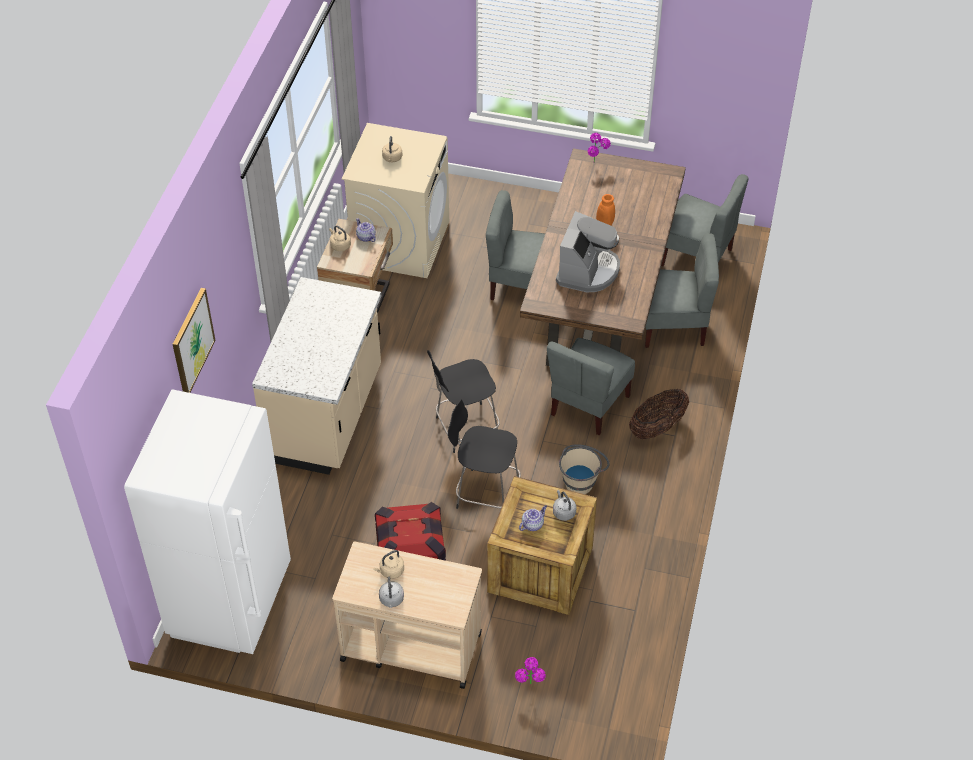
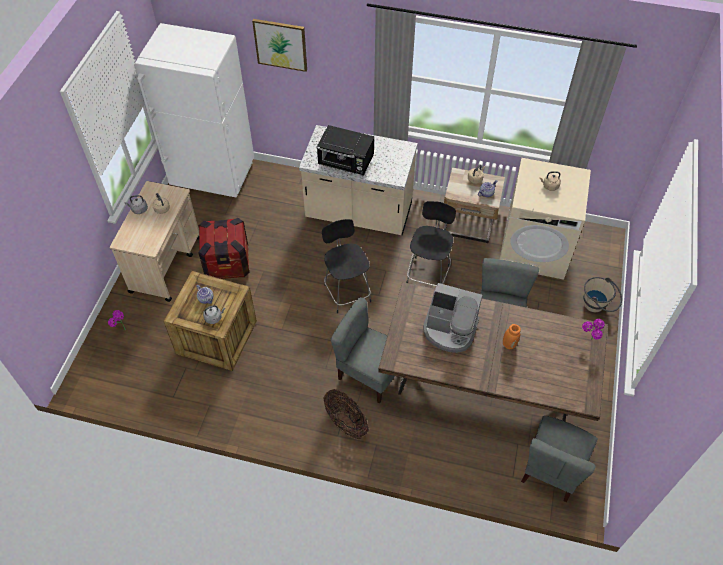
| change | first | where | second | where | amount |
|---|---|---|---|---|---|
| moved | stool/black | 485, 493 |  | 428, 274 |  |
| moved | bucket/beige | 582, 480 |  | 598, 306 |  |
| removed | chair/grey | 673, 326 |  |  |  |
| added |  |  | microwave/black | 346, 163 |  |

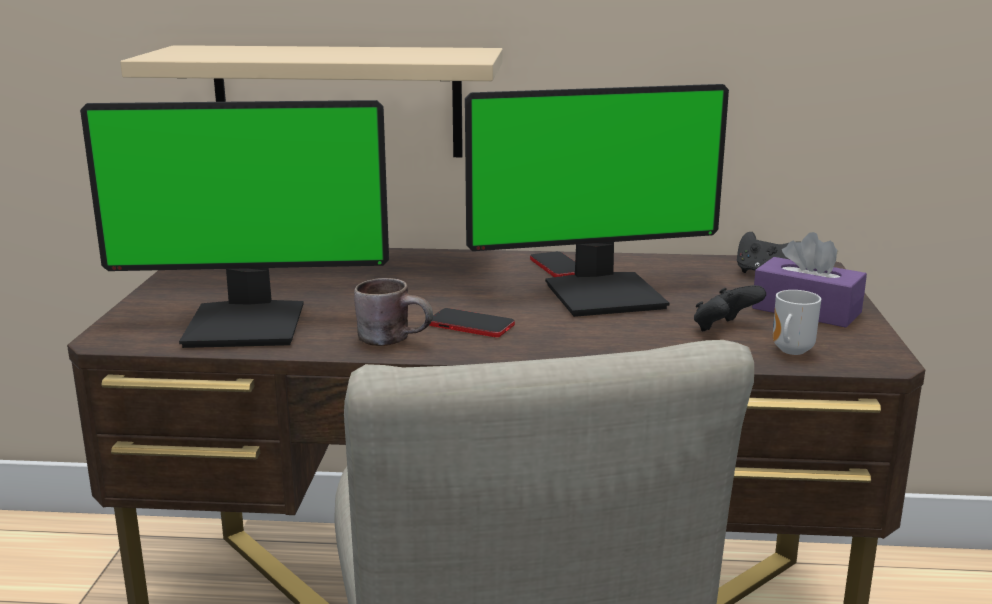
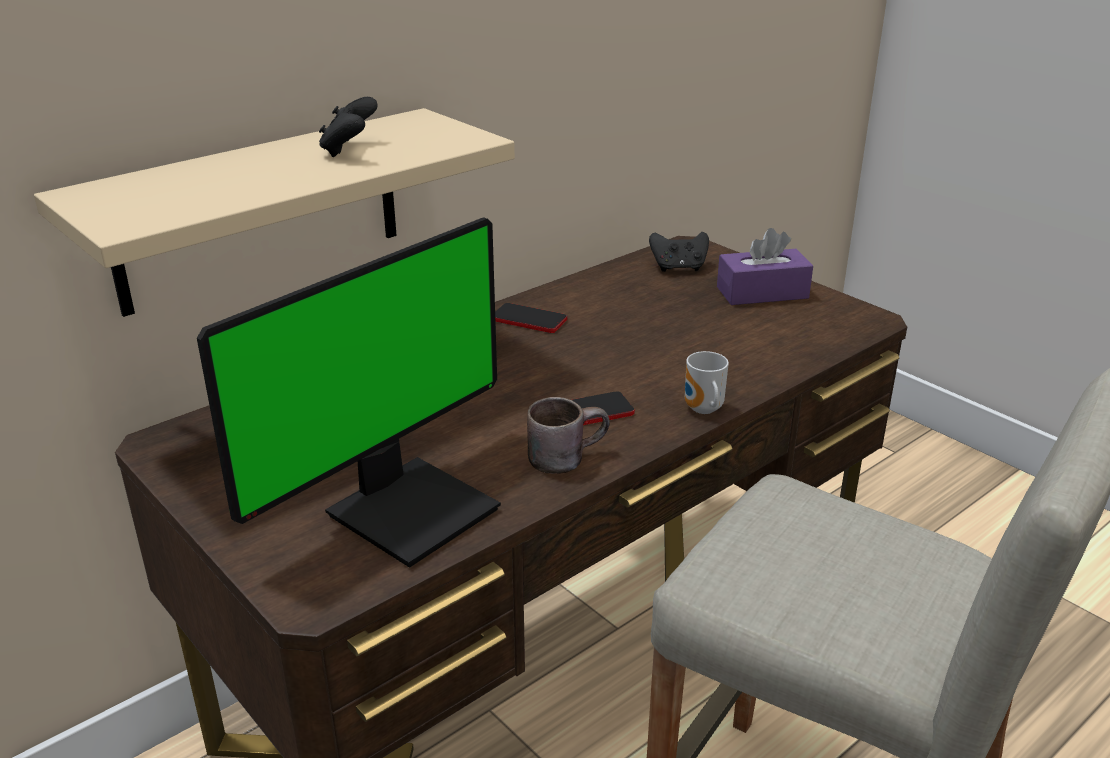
| change | first | where | second | where | amount |
|---|---|---|---|---|---|
| removed | monitor | 604, 294 |  |  |  |
| moved | game controller/black | 724, 329 |  | 349, 150 |  |
| moved | mug | 789, 351 |  | 702, 410 |  |

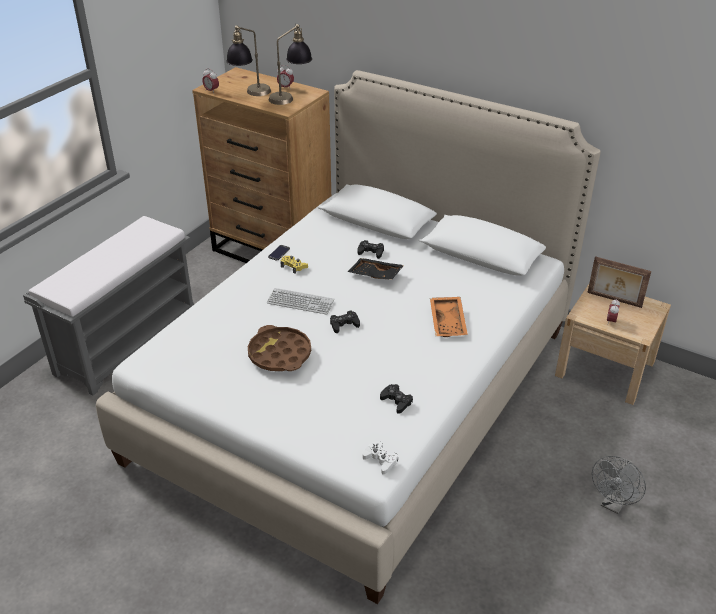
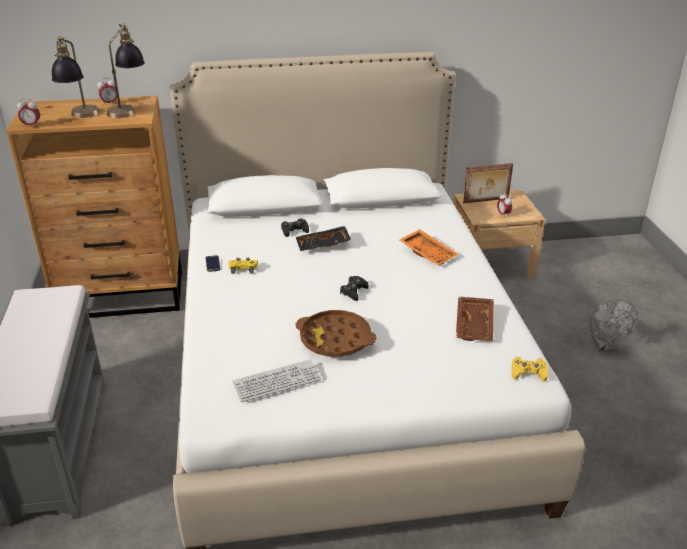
| change | first | where | second | where | amount |
|---|---|---|---|---|---|
| moved | keyboard | 300, 302 |  | 277, 382 |  |
| recoloured | game controller/white | 380, 460 | game controller/yellow | 528, 373 |  |
| replaced | game controller/black | 396, 401 | tray/brown | 475, 325 |  |

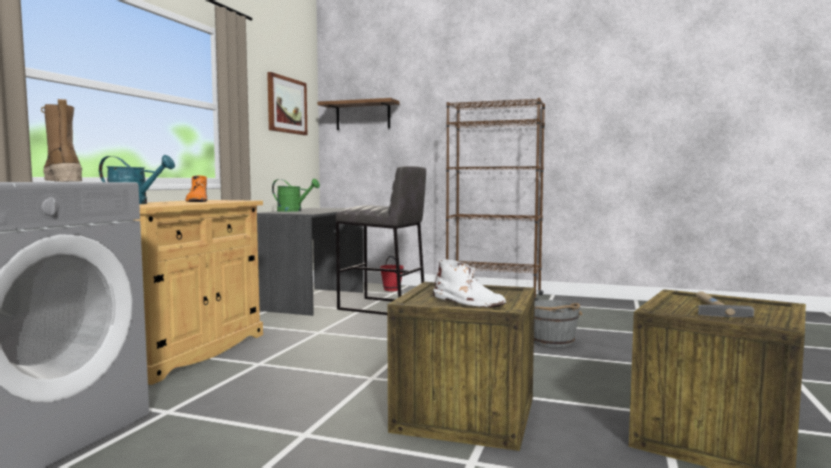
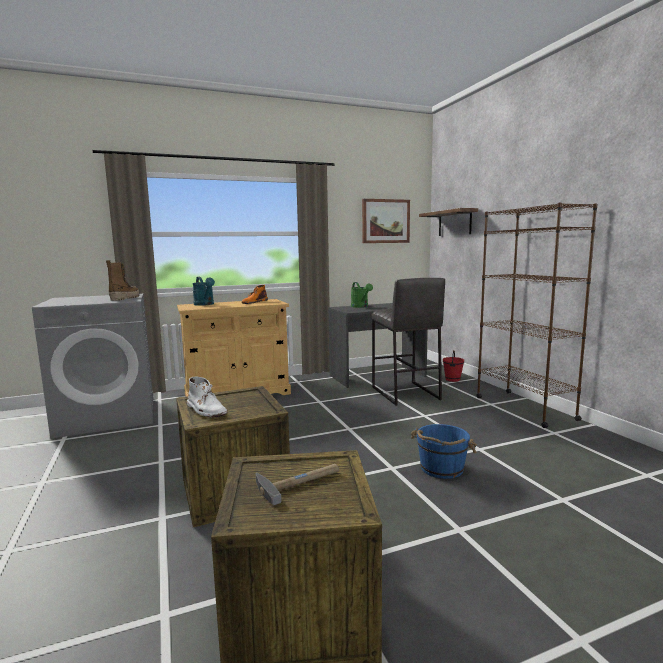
| change | first | where | second | where | amount |
|---|---|---|---|---|---|
| turned | boot/white | 468, 301 |  | 206, 409 | 45 degrees counterclockwise |
| recoloured | bucket/grey | 552, 341 | bucket/blue | 441, 469 |  |

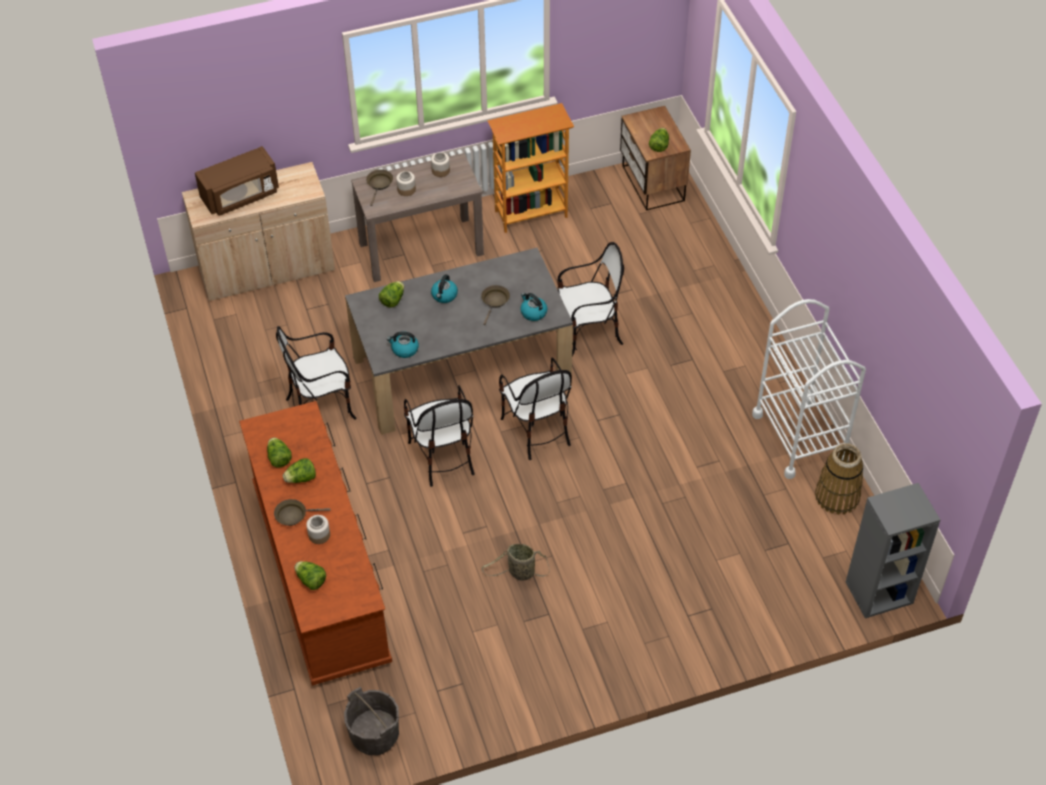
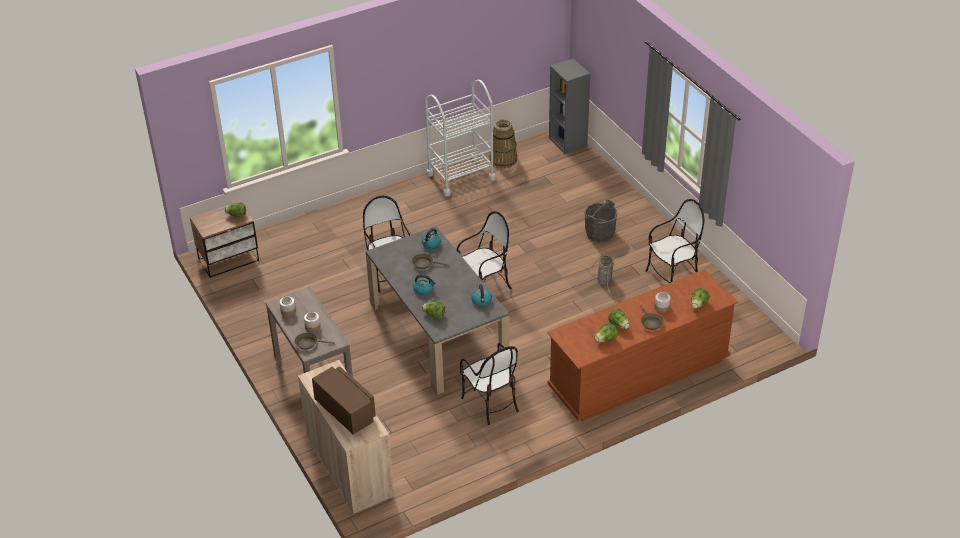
| change | first | where | second | where | amount |
|---|---|---|---|---|---|
| moved | bucket/grey | 375, 735 |  | 599, 233 |  |
| moved | chair | 442, 456 |  | 672, 275 |  |
| removed | bookcase | 531, 213 |  |  |  |

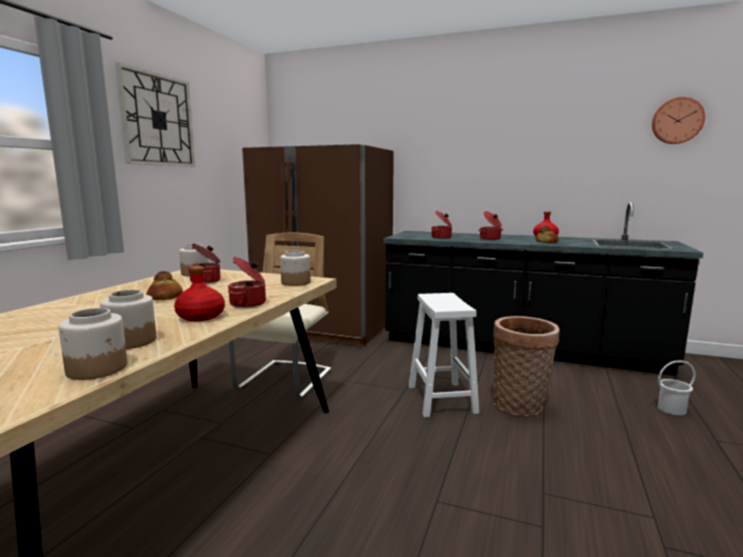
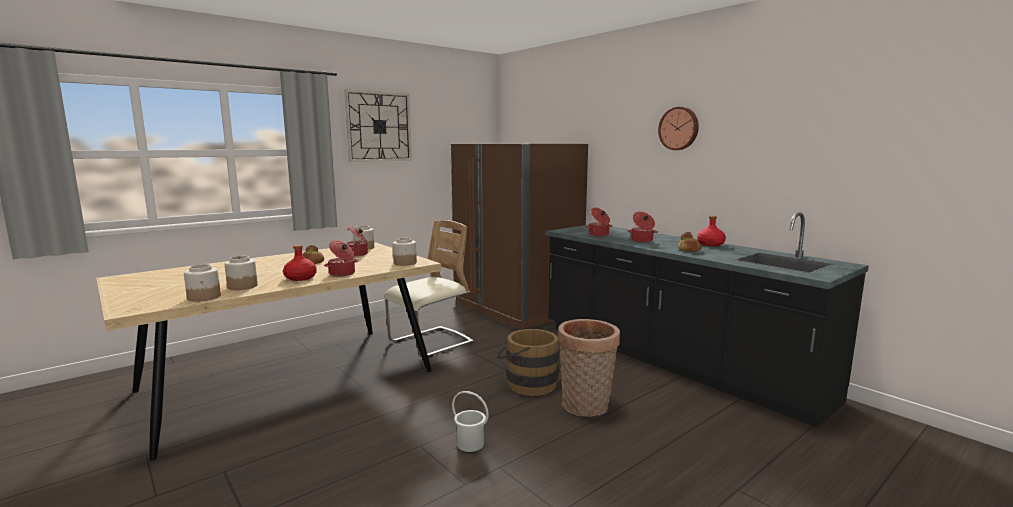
| change | first | where | second | where | amount |
|---|---|---|---|---|---|
| replaced | stool/white | 441, 398 | bucket/brown | 527, 383 |  |
| moved | wall clock | 677, 121 |  | 679, 128 |  |
| moved | bucket/white | 671, 409 |  | 470, 443 |  |

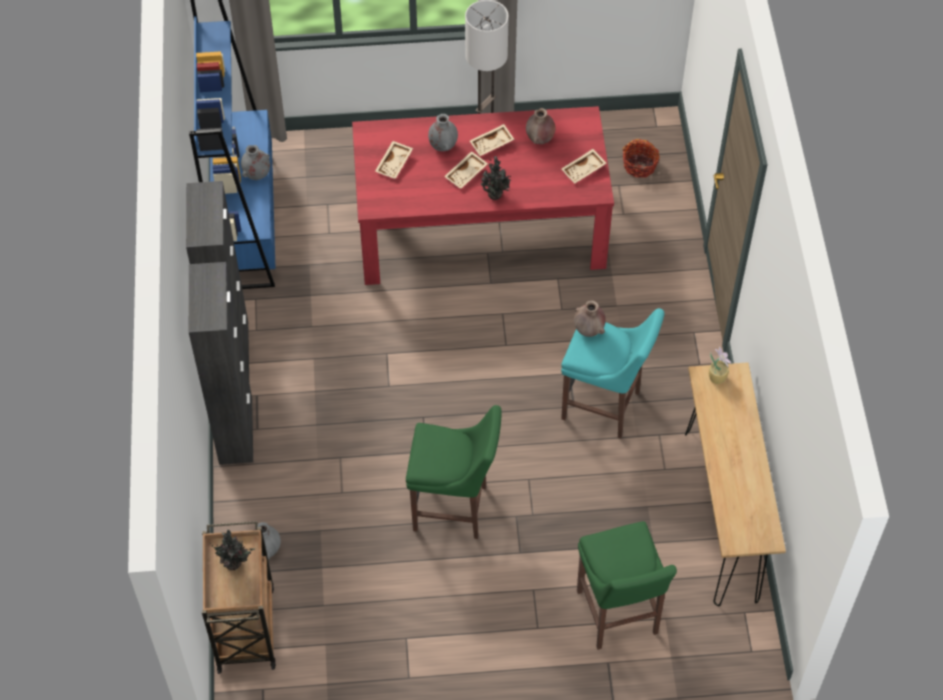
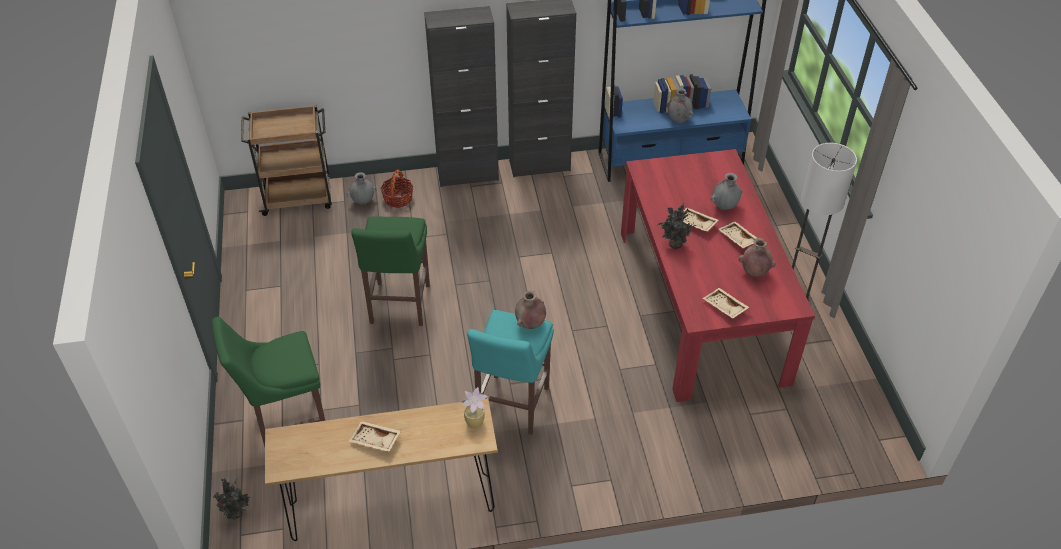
| change | first | where | second | where | amount |
|---|---|---|---|---|---|
| moved | potted plant | 235, 563 |  | 236, 514 |  |
| moved | tray/beige | 395, 164 |  | 375, 441 |  |
| moved | basket | 639, 166 |  | 398, 198 |  |

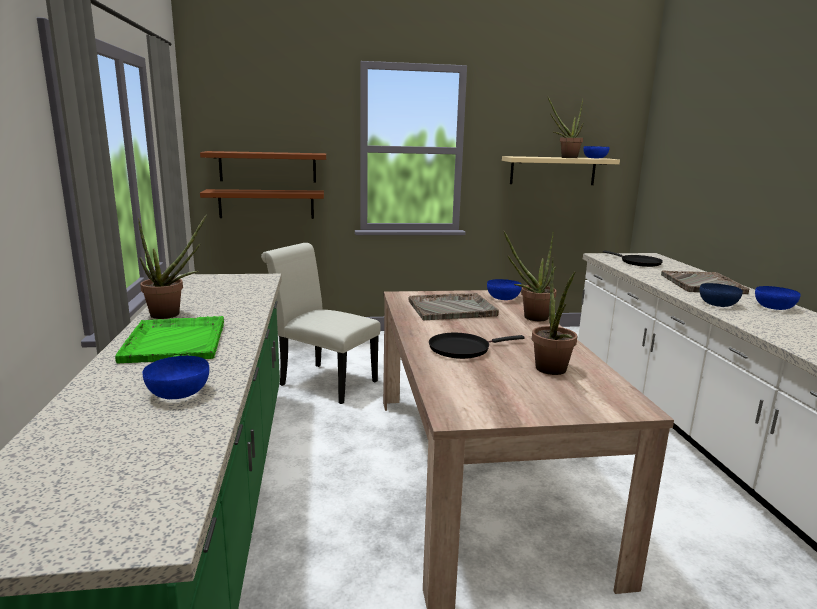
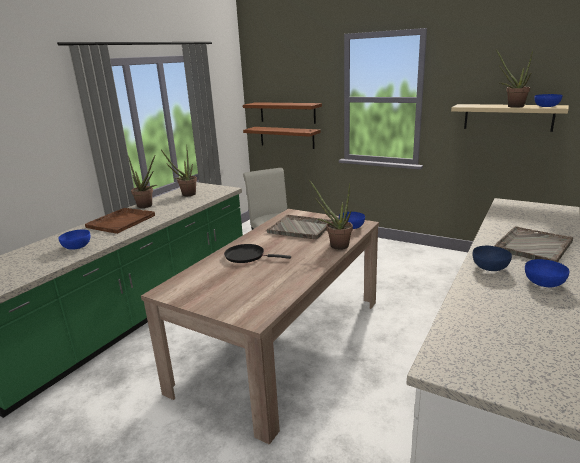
| change | first | where | second | where | amount |
|---|---|---|---|---|---|
| recoloured | tray/green | 175, 341 | tray/brown | 122, 221 |  |
| moved | potted plant | 552, 372 |  | 186, 195 |  |
| removed | frying pan/black | 638, 262 |  |  |  |

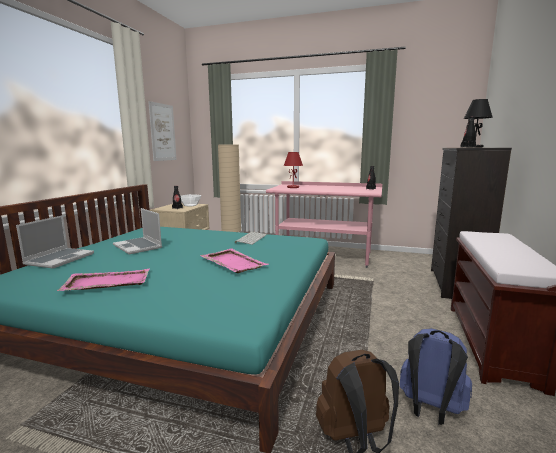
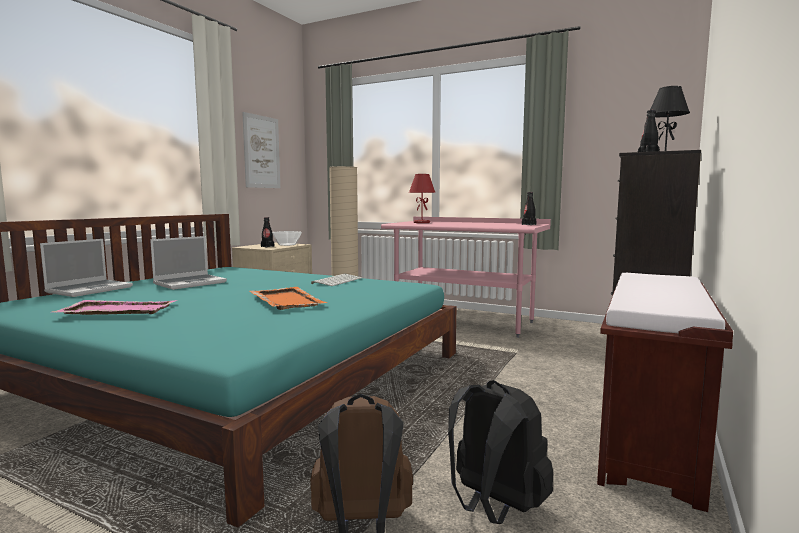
| change | first | where | second | where | amount |
|---|---|---|---|---|---|
| turned | laptop | 138, 246 |  | 190, 283 | 105 degrees counterclockwise |
| recoloured | tray/pink | 233, 262 | tray/orange | 286, 300 |  |
| recoloured | backpack/blue | 430, 410 | backpack/black | 494, 507 |  |

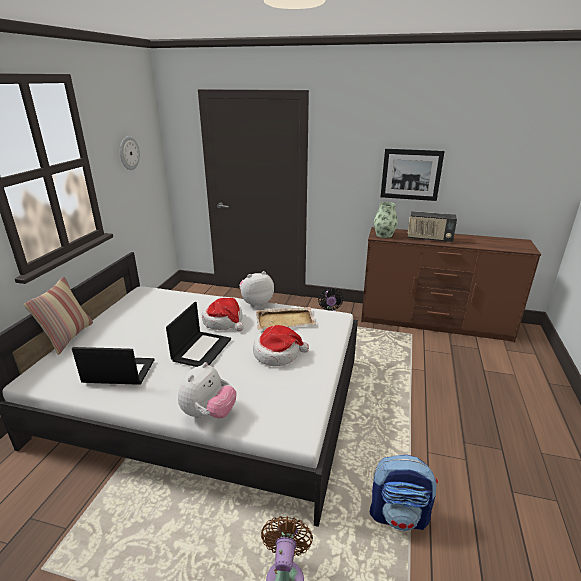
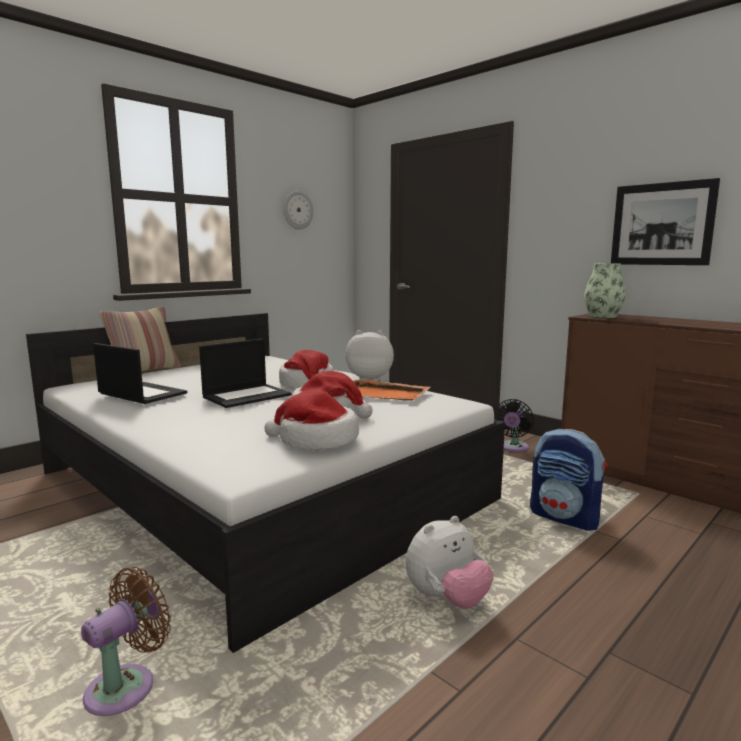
| change | first | where | second | where | amount |
|---|---|---|---|---|---|
| moved | plush toy | 208, 413 |  | 447, 599 |  |
| recoloured | tray/beige | 285, 320 | tray/orange | 383, 394 |  |
| moved | backpack | 399, 515 |  | 565, 518 |  |
| removed | radio | 429, 239 |  |  |  |
| added |  |  | hat | 316, 440 |  |

